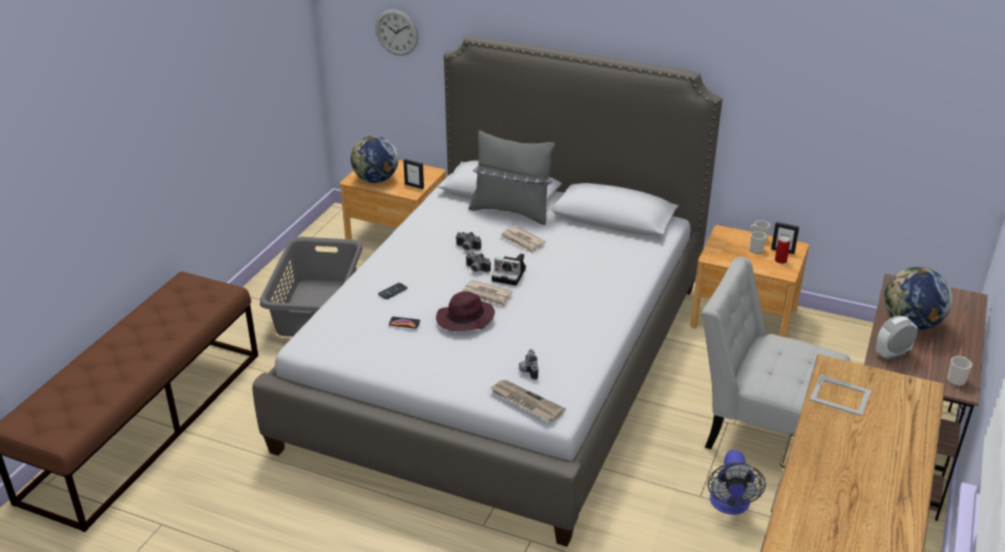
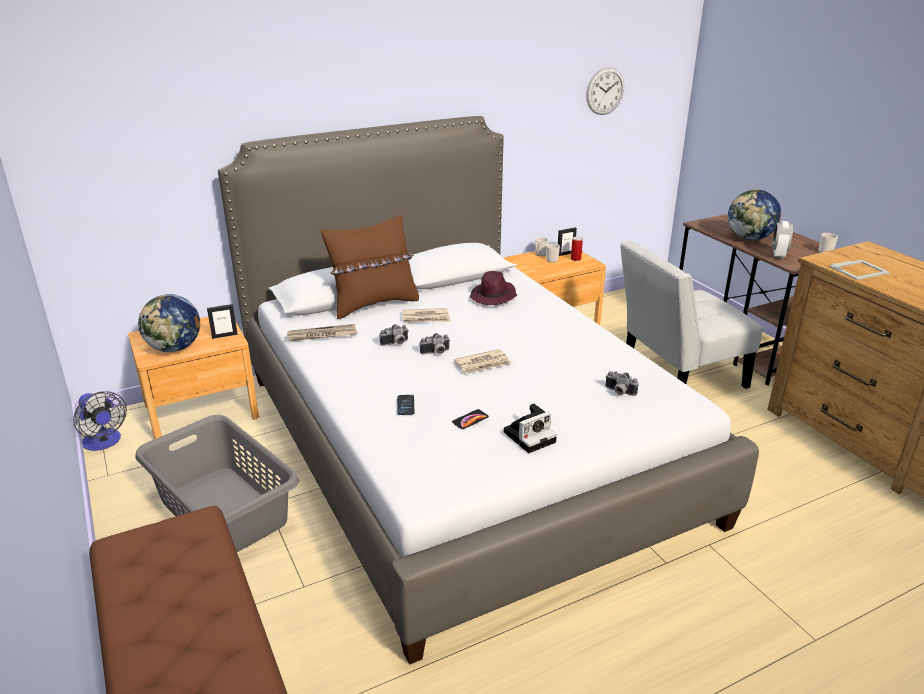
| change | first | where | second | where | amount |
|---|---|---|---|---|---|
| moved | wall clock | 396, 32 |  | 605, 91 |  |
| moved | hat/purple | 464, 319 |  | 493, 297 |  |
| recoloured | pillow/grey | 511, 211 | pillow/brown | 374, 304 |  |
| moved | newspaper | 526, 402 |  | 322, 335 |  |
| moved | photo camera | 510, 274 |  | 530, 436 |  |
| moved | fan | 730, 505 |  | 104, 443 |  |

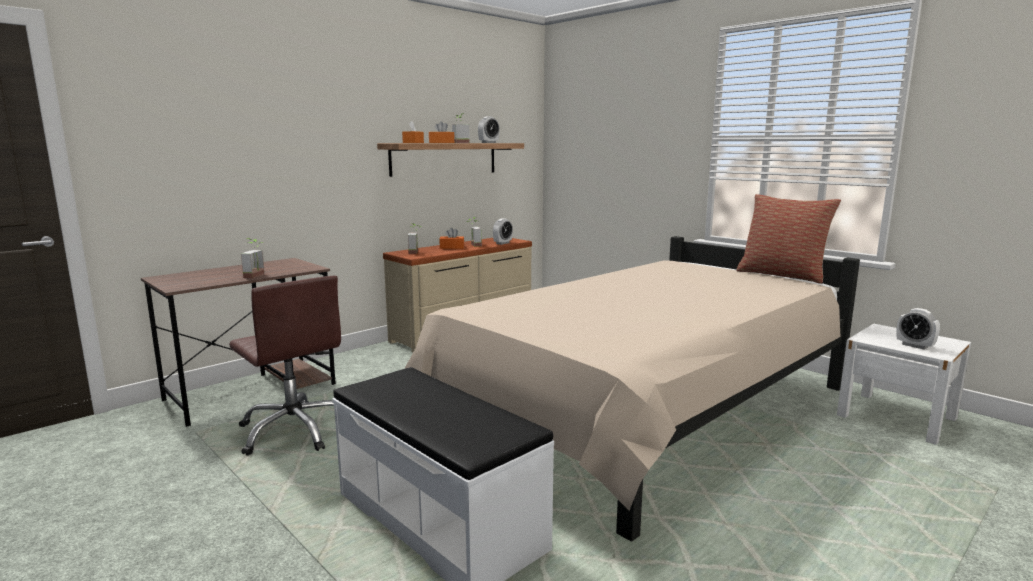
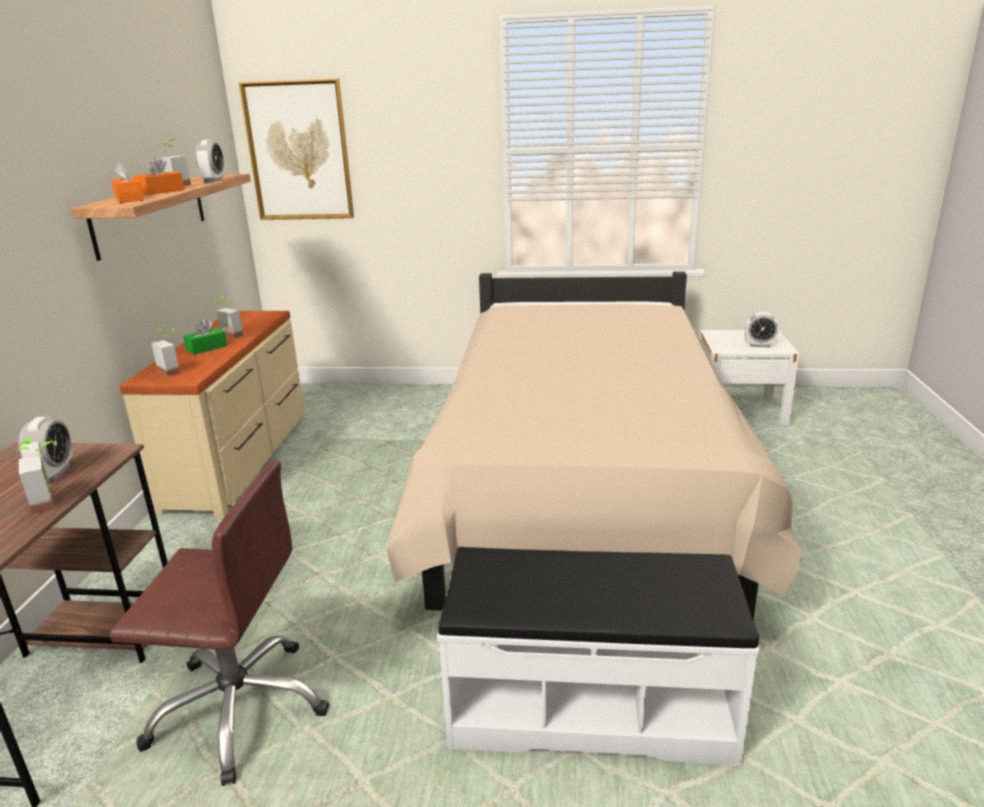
| change | first | where | second | where | amount |
|---|---|---|---|---|---|
| recoloured | tissue box/orange | 452, 247 | tissue box/green | 207, 348 |  |
| moved | alarm clock | 502, 243 |  | 54, 473 |  |
| removed | pillow | 782, 275 |  |  |  |
| added |  |  | picture | 299, 151 |  |

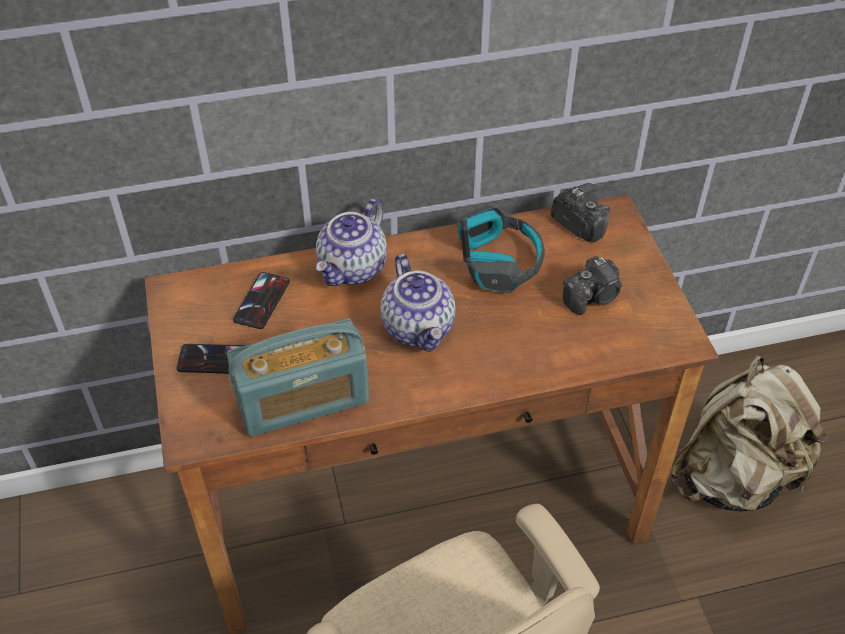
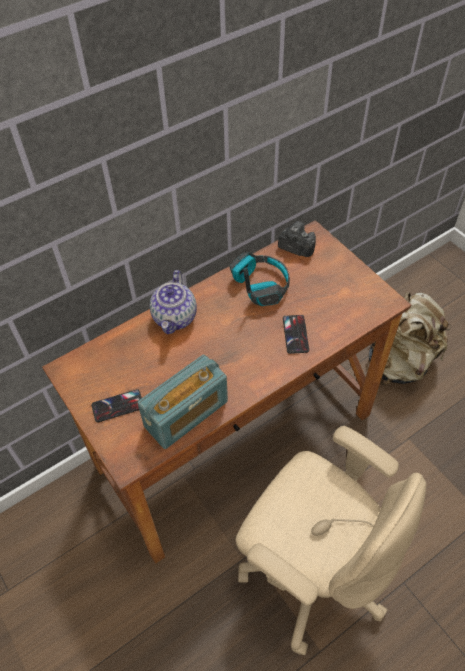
| change | first | where | second | where | amount |
|---|---|---|---|---|---|
| moved | phone | 262, 301 |  | 295, 334 |  |
| removed | teapot | 419, 328 |  |  |  |
| removed | photo camera | 592, 297 |  |  |  |

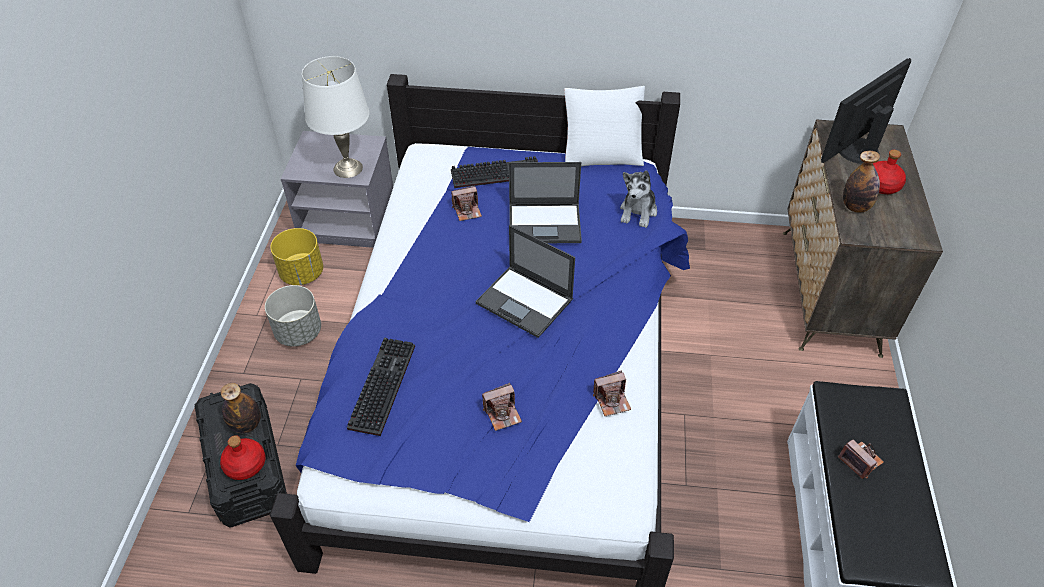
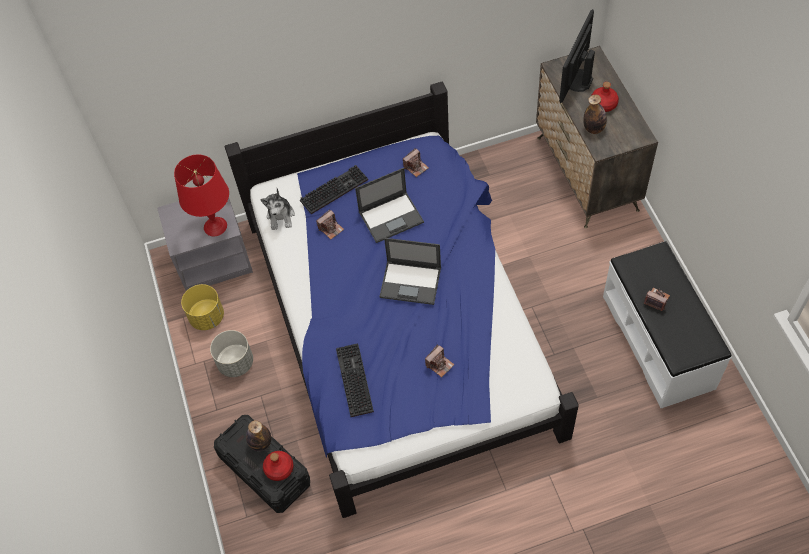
| change | first | where | second | where | amount |
|---|---|---|---|---|---|
| recoloured | table lamp/white | 348, 168 | table lamp/red | 215, 226 |  |
| removed | pillow/white | 602, 153 |  |  |  |
| moved | photo camera | 612, 400 |  | 416, 167 |  |
| moved | plush toy | 638, 212 |  | 281, 216 |  |

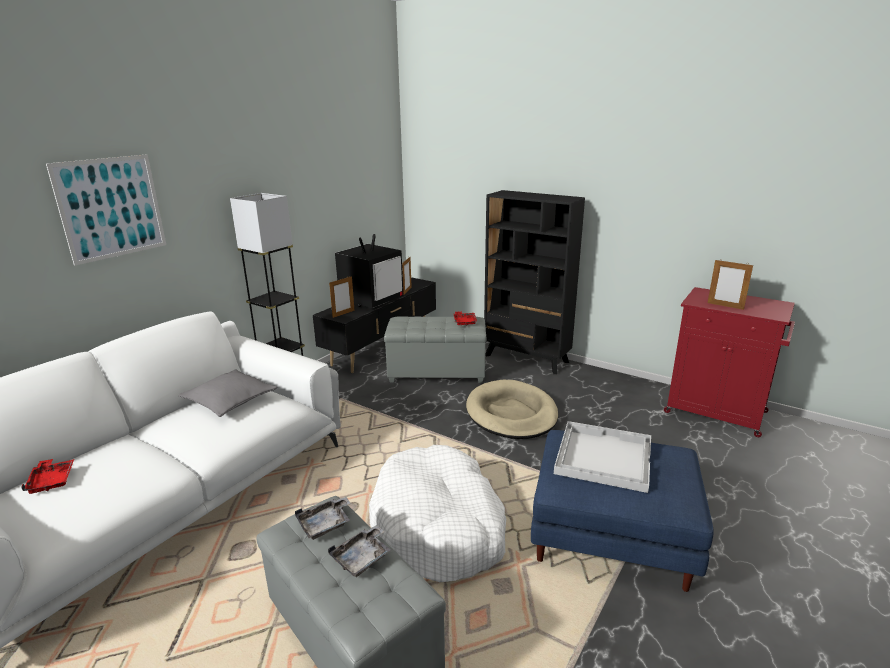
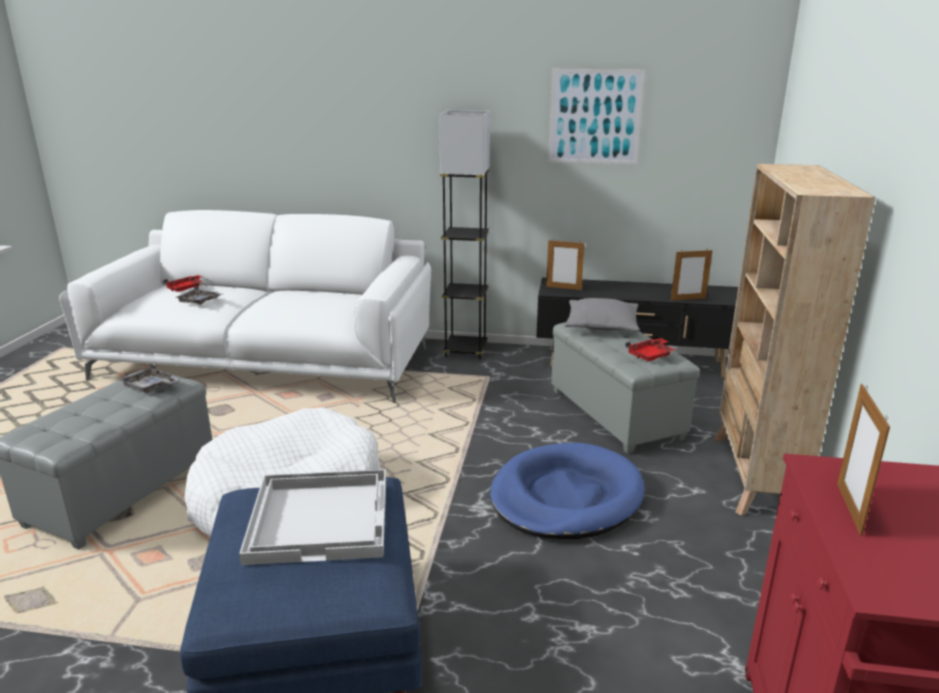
| change | first | where | second | where | amount |
|---|---|---|---|---|---|
| moved | picture | 111, 208 |  | 595, 117 |  |
| moved | pillow/grey | 230, 401 |  | 601, 325 |  |
| moved | tray/grey | 362, 558 |  | 199, 302 |  |
| removed | television | 372, 300 |  |  |  |
| recoloured | dog bed/beige | 511, 413 | dog bed/blue | 566, 496 |  |
| recoloured | bookcase/black | 526, 359 | bookcase/beige | 755, 476 |  |

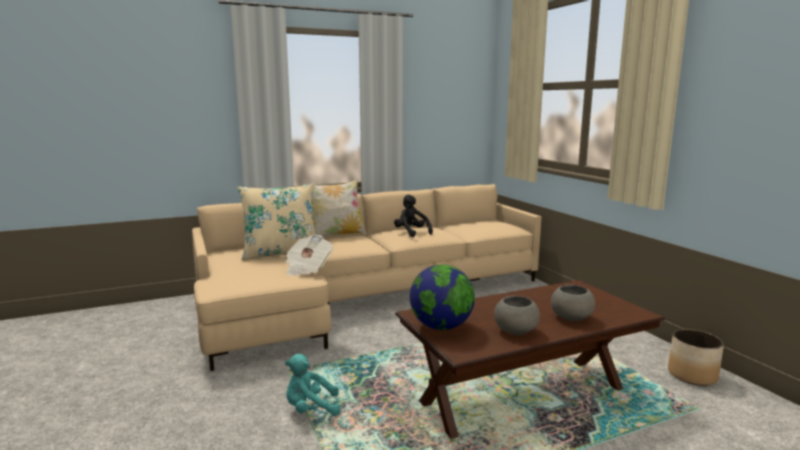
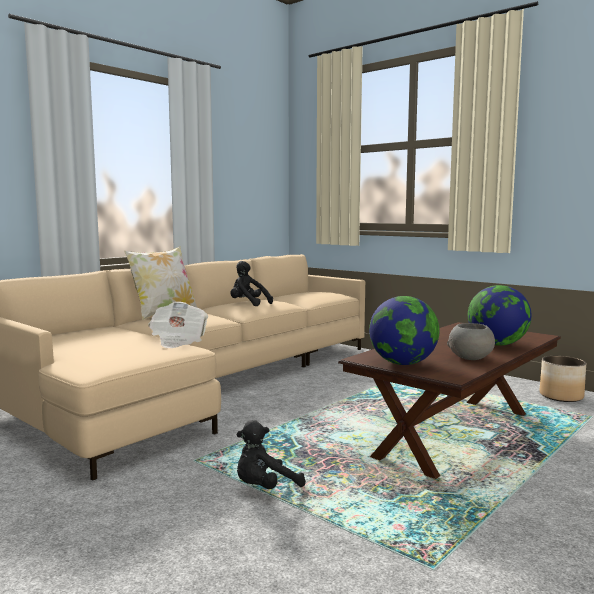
| change | first | where | second | where | amount |
|---|---|---|---|---|---|
| removed | pillow/beige | 281, 254 |  |  |  |
| recoloured | plush toy/turquoise | 310, 409 | plush toy/black | 265, 488 |  |
| replaced | bowl/grey | 571, 318 | globe | 497, 344 |  |

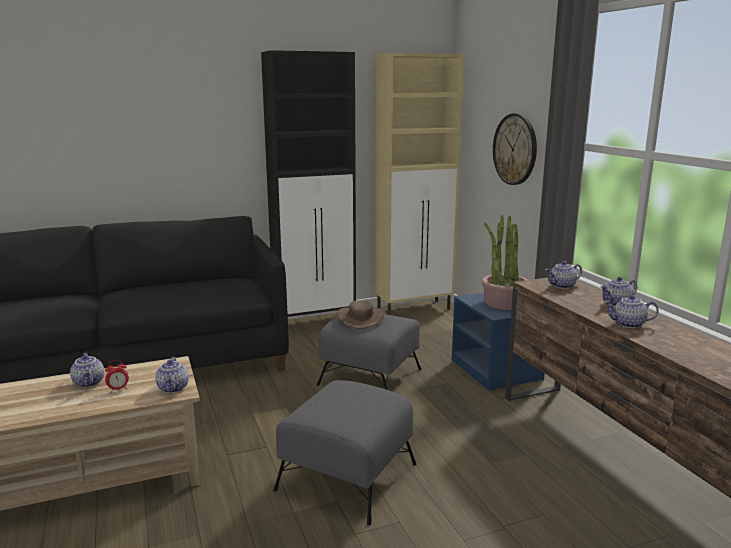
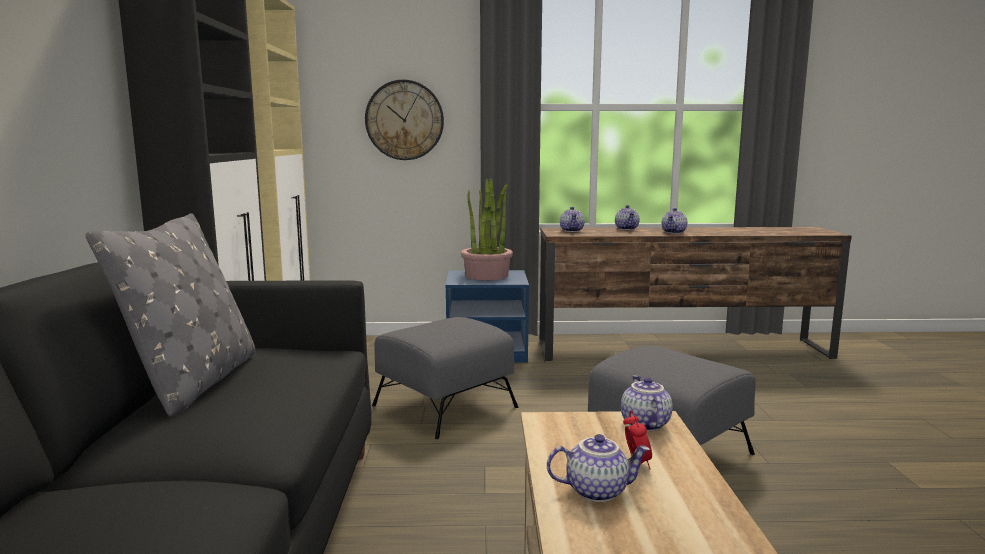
| change | first | where | second | where | amount |
|---|---|---|---|---|---|
| turned | teapot | 174, 388 |  | 643, 424 | 105 degrees counterclockwise |
| removed | hat/brown | 361, 318 |  |  |  |
| added |  |  | pillow/grey | 195, 382 |  |

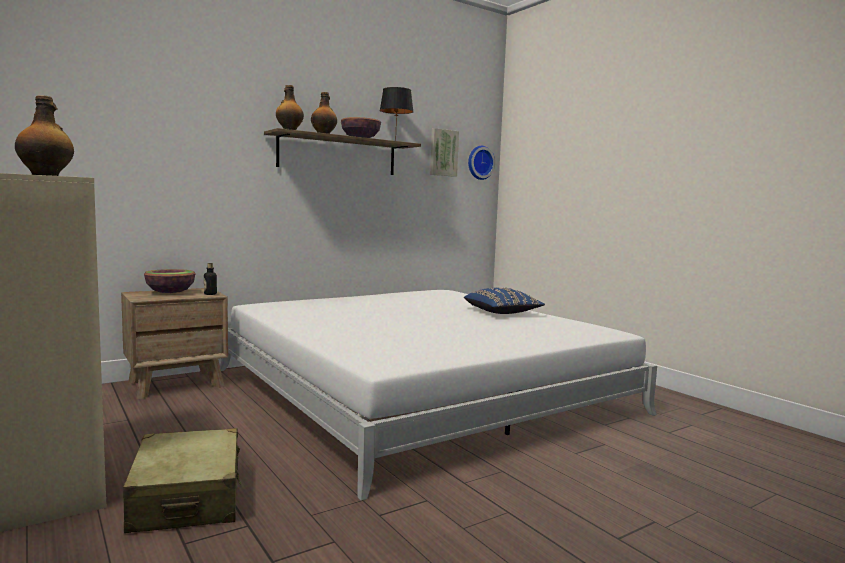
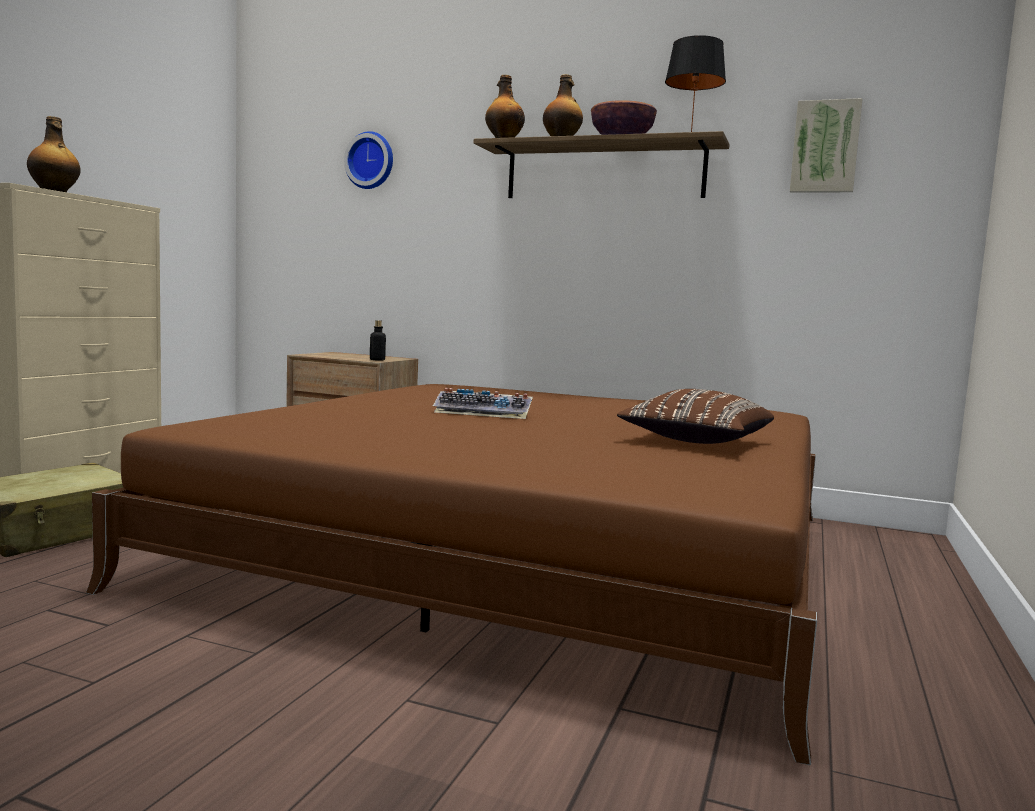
| change | first | where | second | where | amount |
|---|---|---|---|---|---|
| removed | bowl | 170, 293 |  |  |  |
| recoloured | bed/white | 420, 391 | bed/brown | 526, 548 |  |
| recoloured | pillow/blue | 502, 313 | pillow/brown | 695, 442 |  |
| moved | wall clock | 479, 162 |  | 371, 161 |  |
| added |  |  | keyboard | 485, 413 |  |

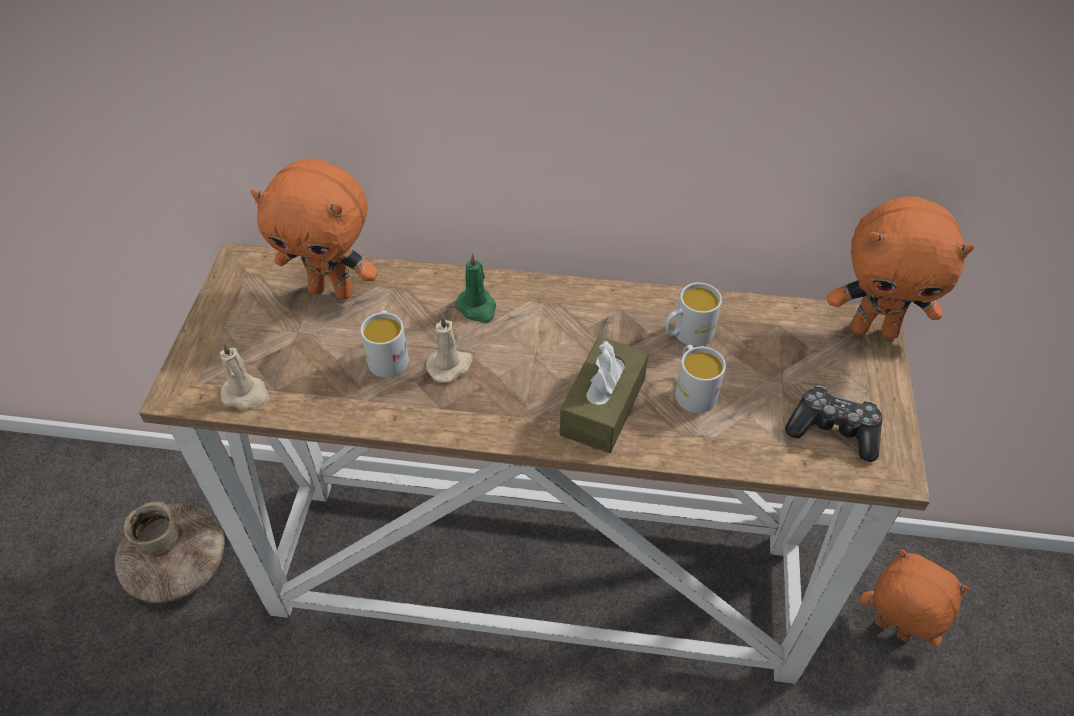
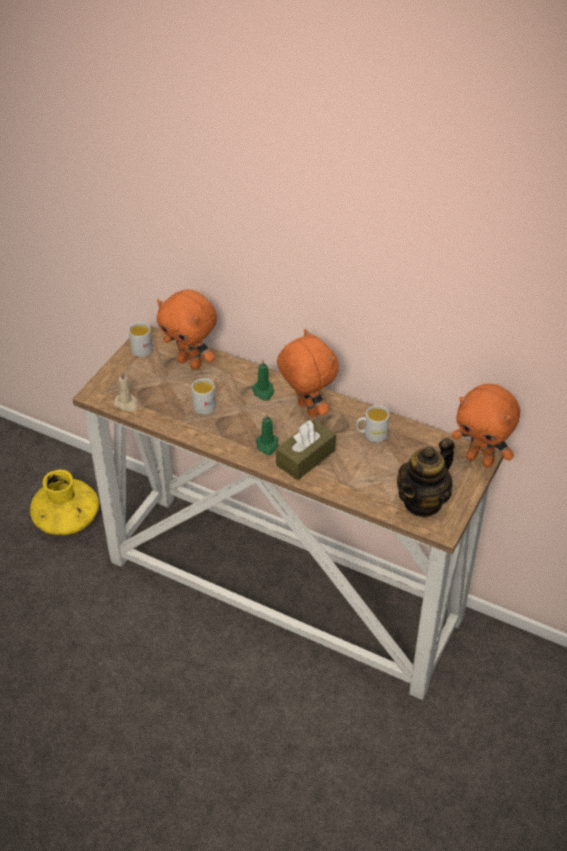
| change | first | where | second | where | amount |
|---|---|---|---|---|---|
| recoloured | vase/brown | 179, 565 | vase/yellow | 67, 519 |  |
| removed | candle/beige | 450, 366 |  |  |  |
| moved | mug/white | 692, 390 |  | 142, 347 |  |
| replaced | game controller | 833, 430 | teapot | 423, 502 |  |
| moved | plush toy/orange | 890, 631 |  | 306, 409 |  |
| added |  |  | candle/green | 267, 445 |  |

